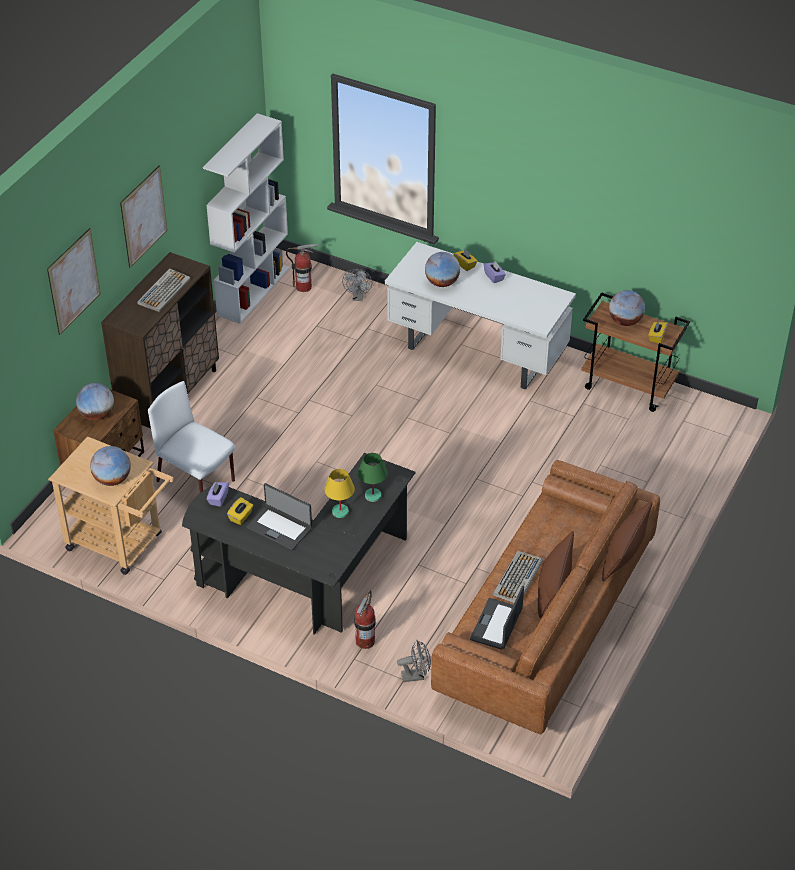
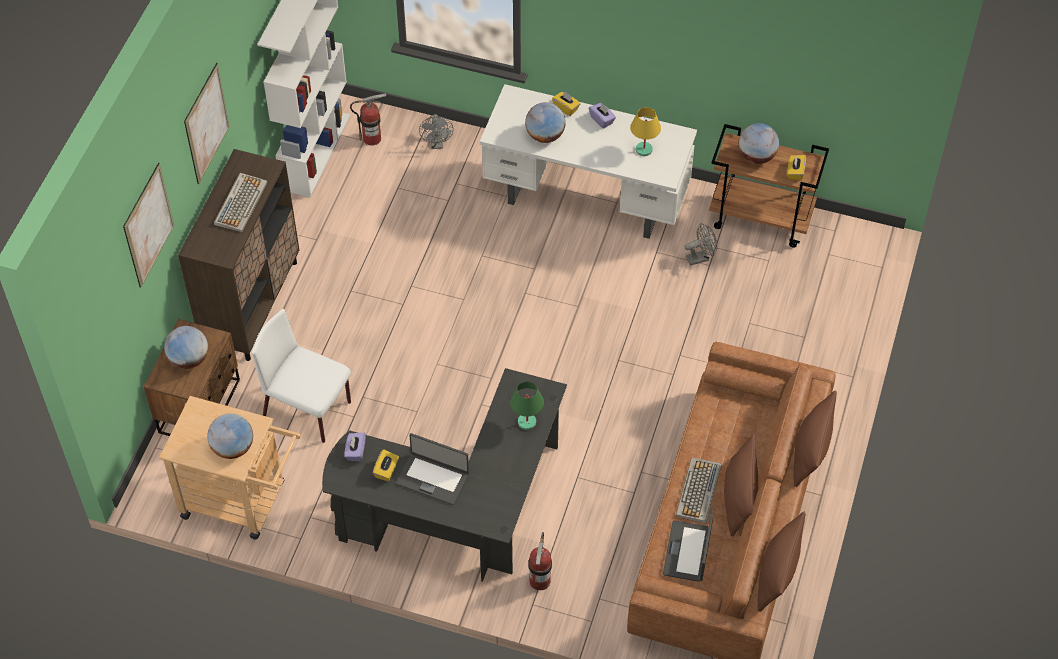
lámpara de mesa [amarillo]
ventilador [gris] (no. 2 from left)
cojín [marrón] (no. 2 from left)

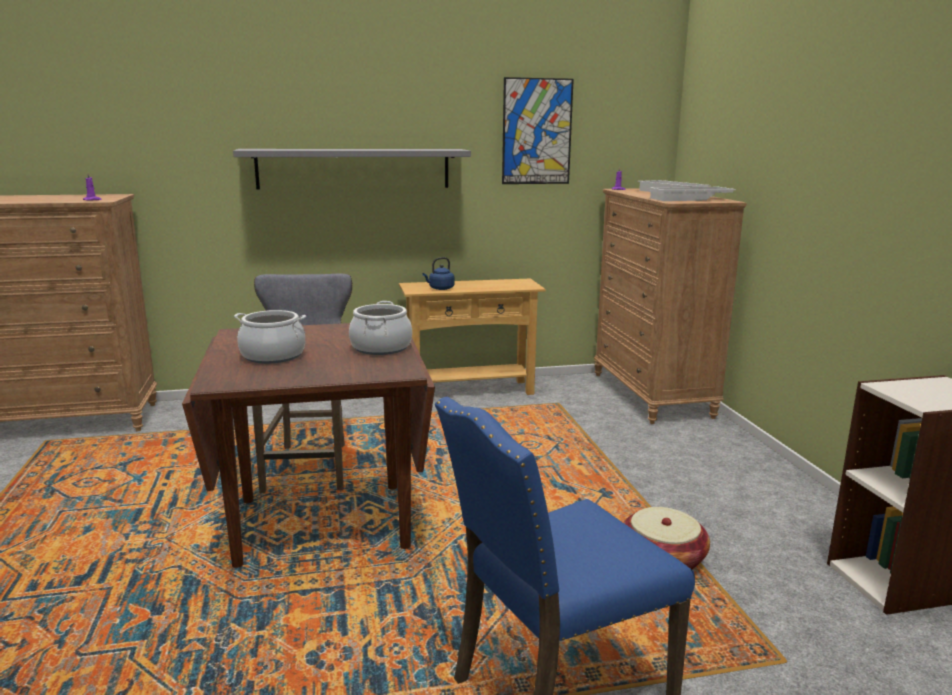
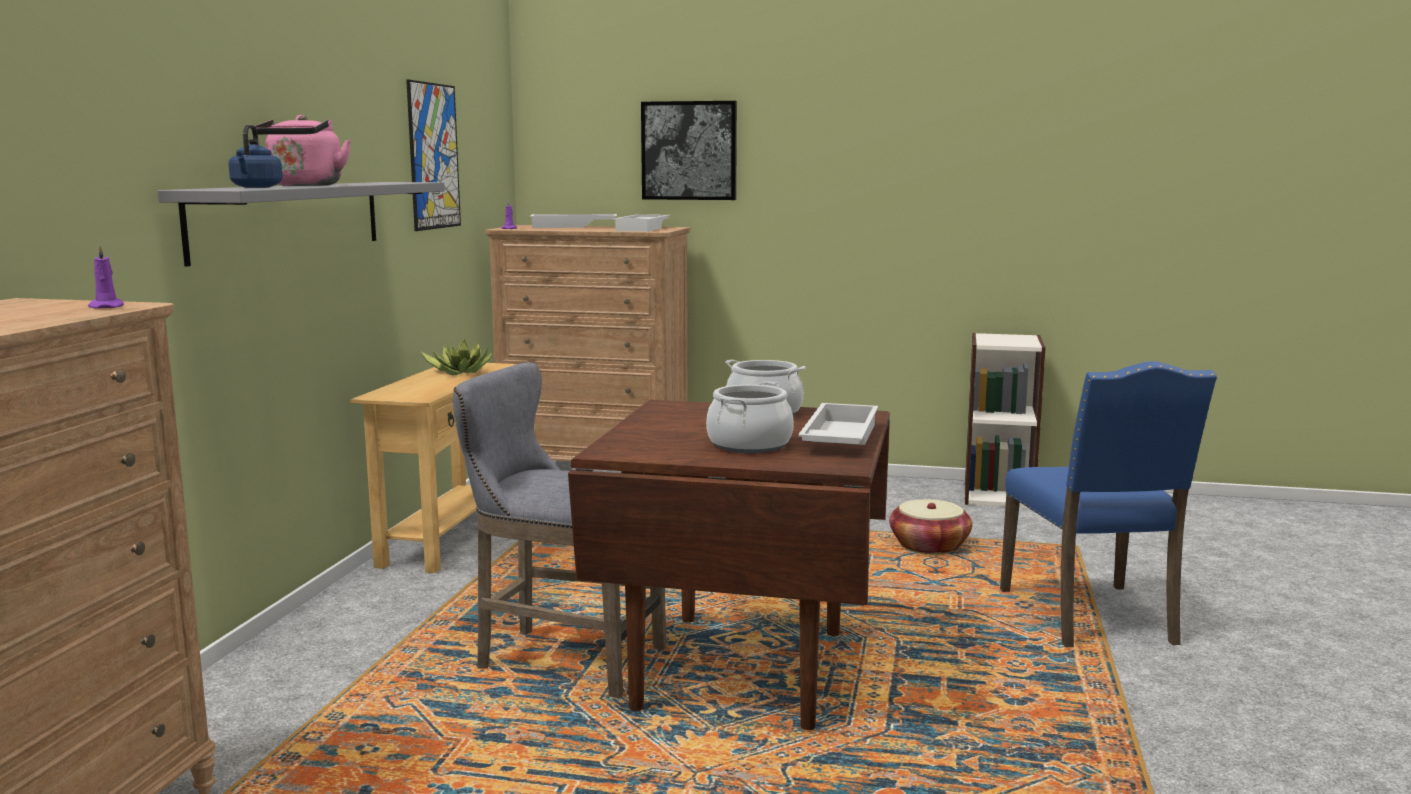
hervidor [azul]
hervidor [rosa]
planta en maceta
cuadro (no. 2 from left)
bandeja [blanco] (no. 3 from left)

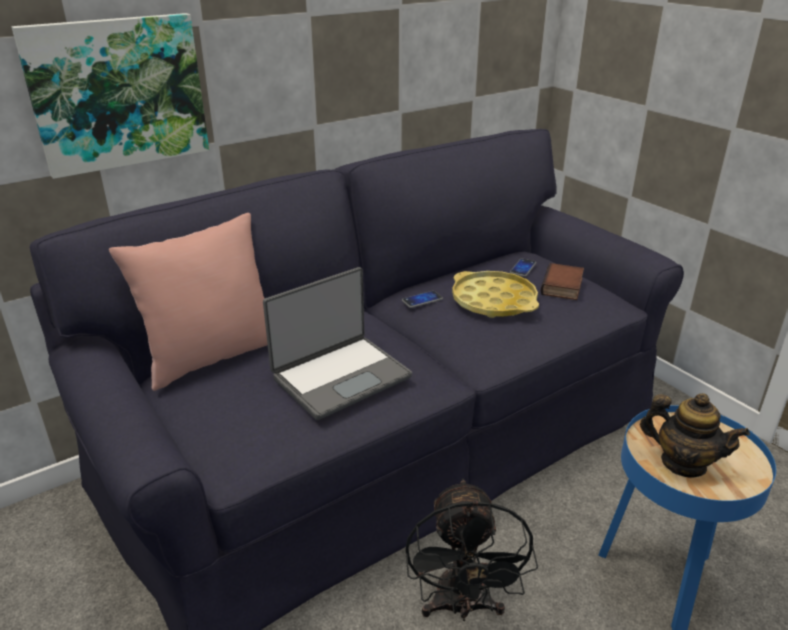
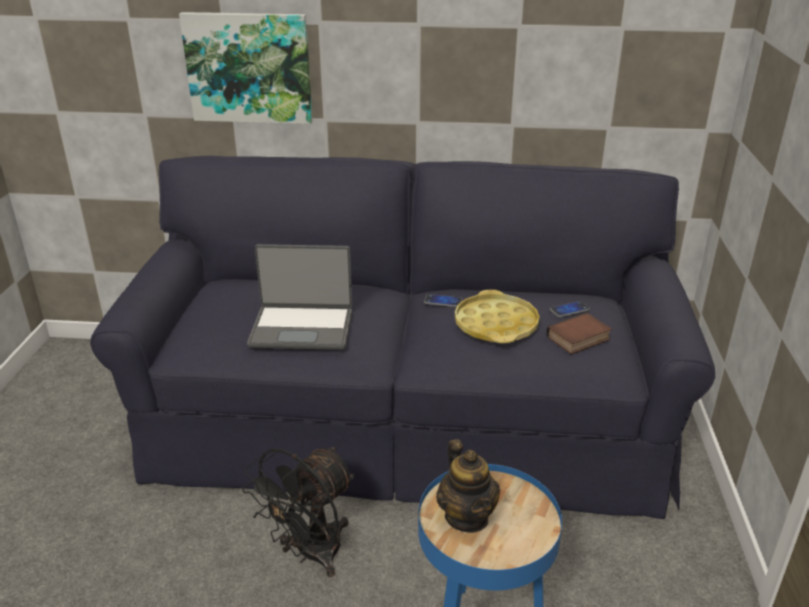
cojín [rosa]

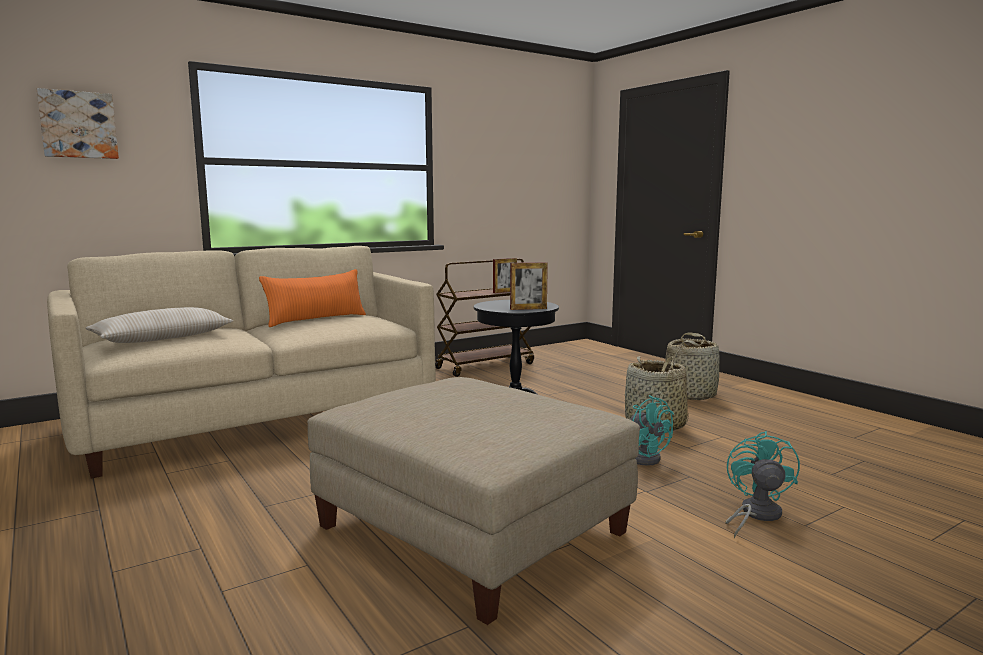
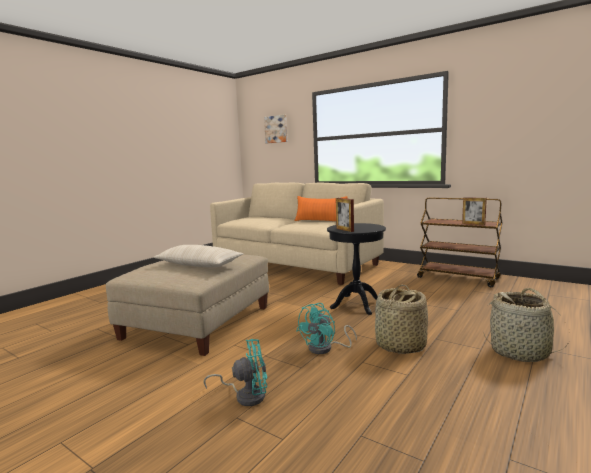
cojín [beis]

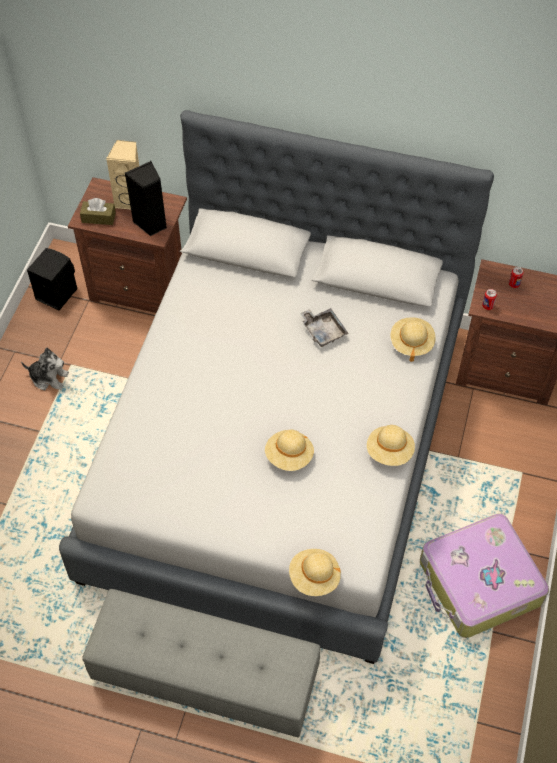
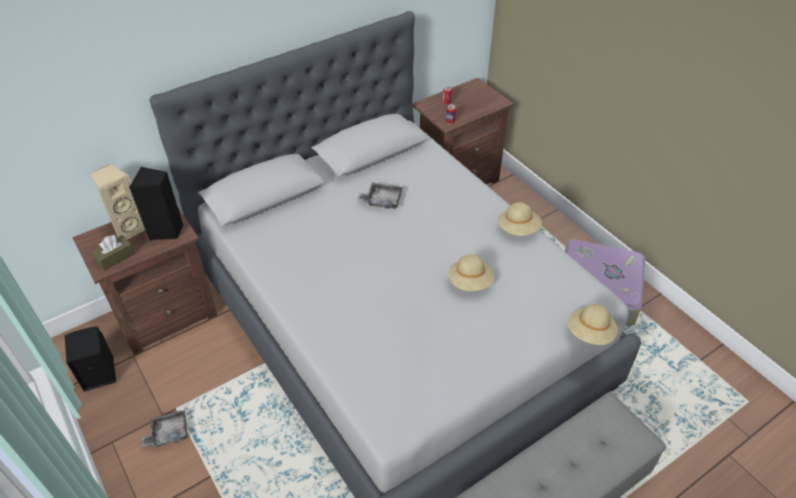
bandeja [gris] (no. 1 from left)
sombrero [beis] (no. 4 from left in the first image)

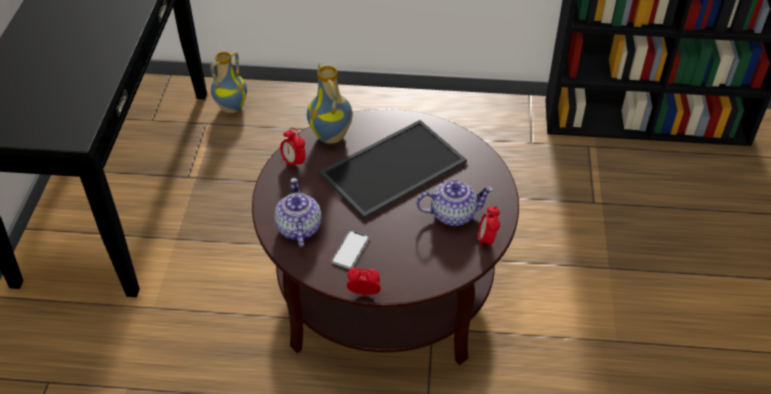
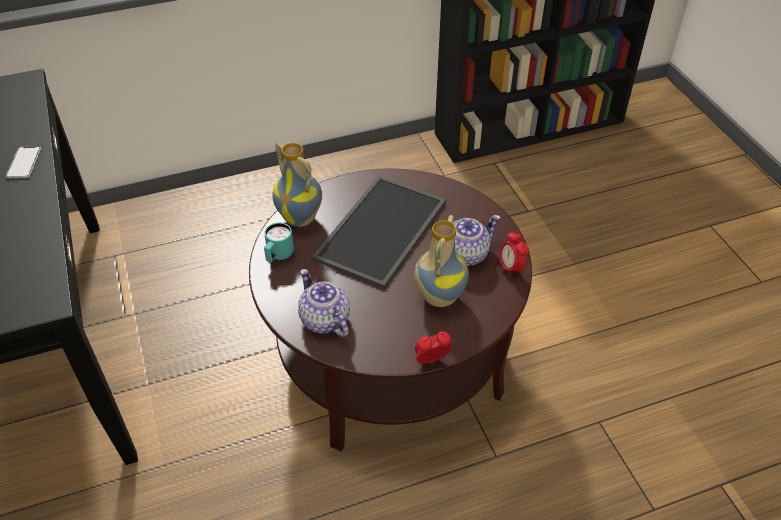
florero (no. 2 from left)
taza grande [turquesa]
móvil

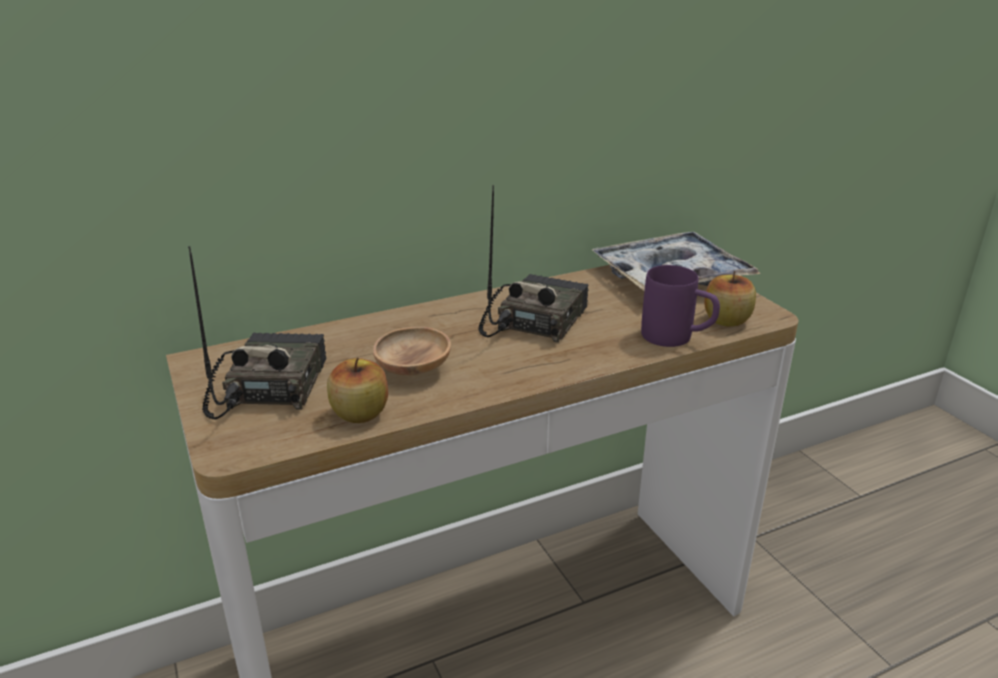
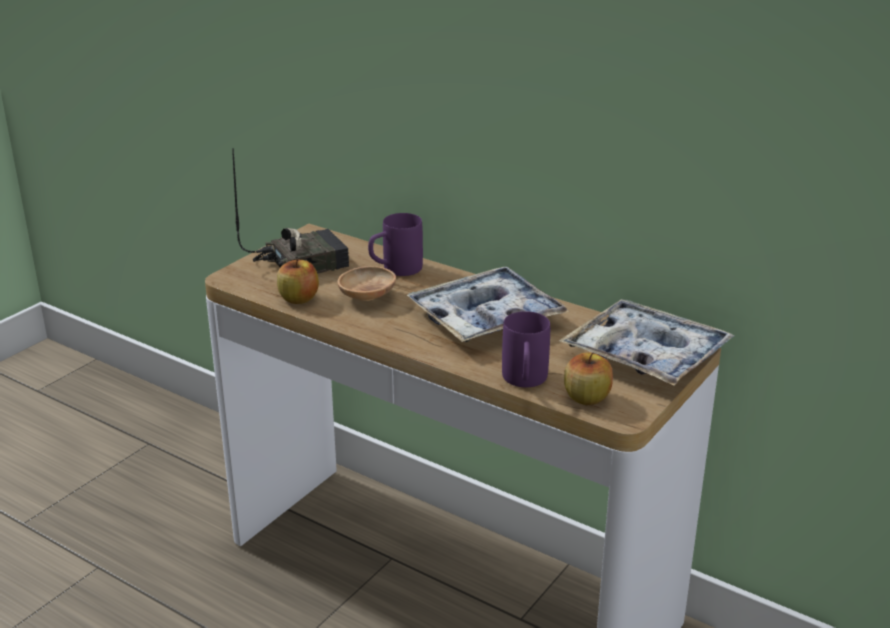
bandeja (no. 1 from left)
taza grande [morado] (no. 1 from left)

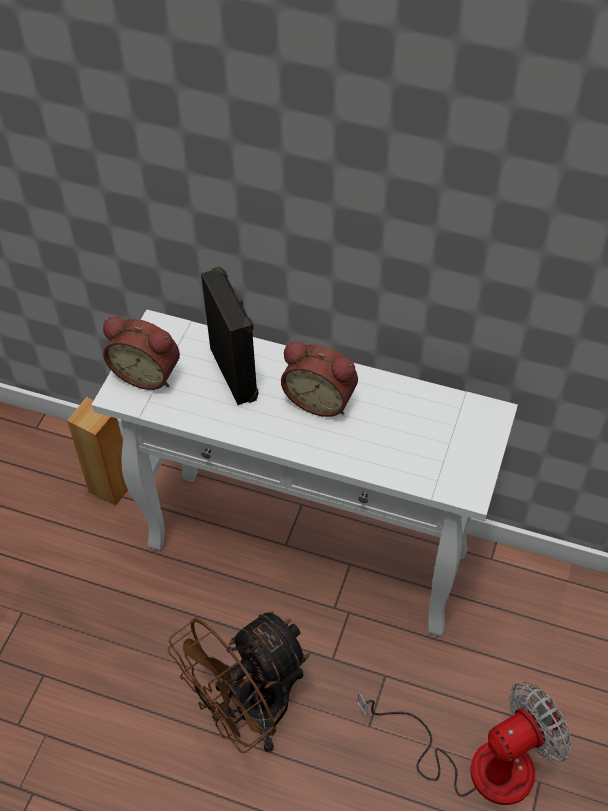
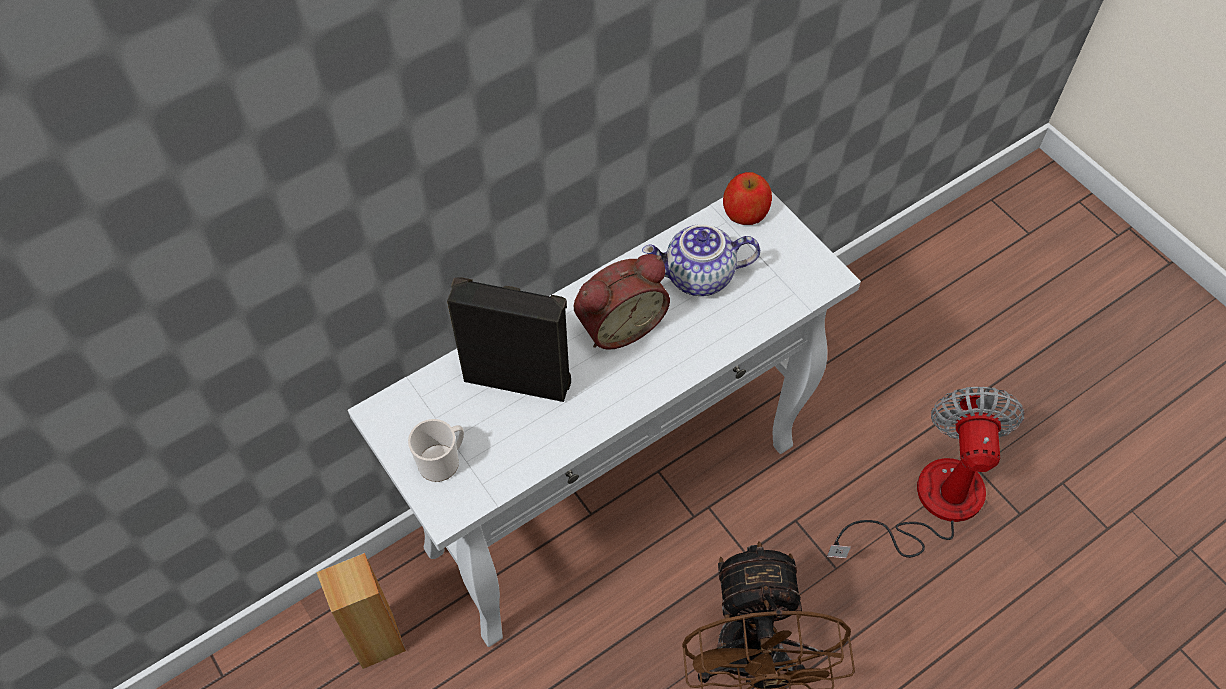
taza grande
tetera
manzana

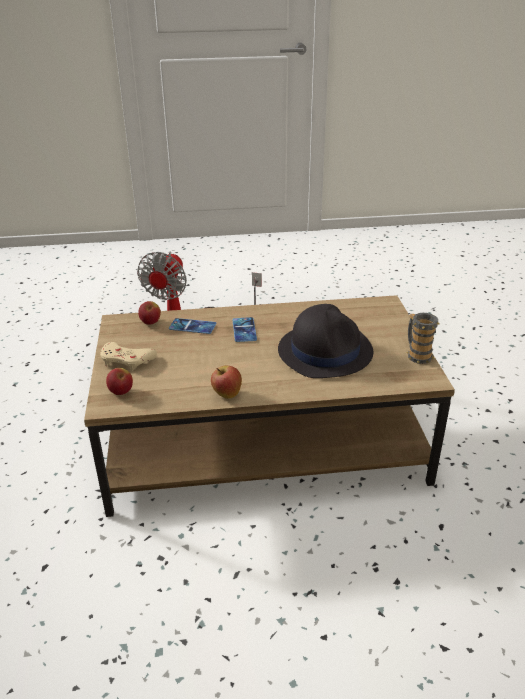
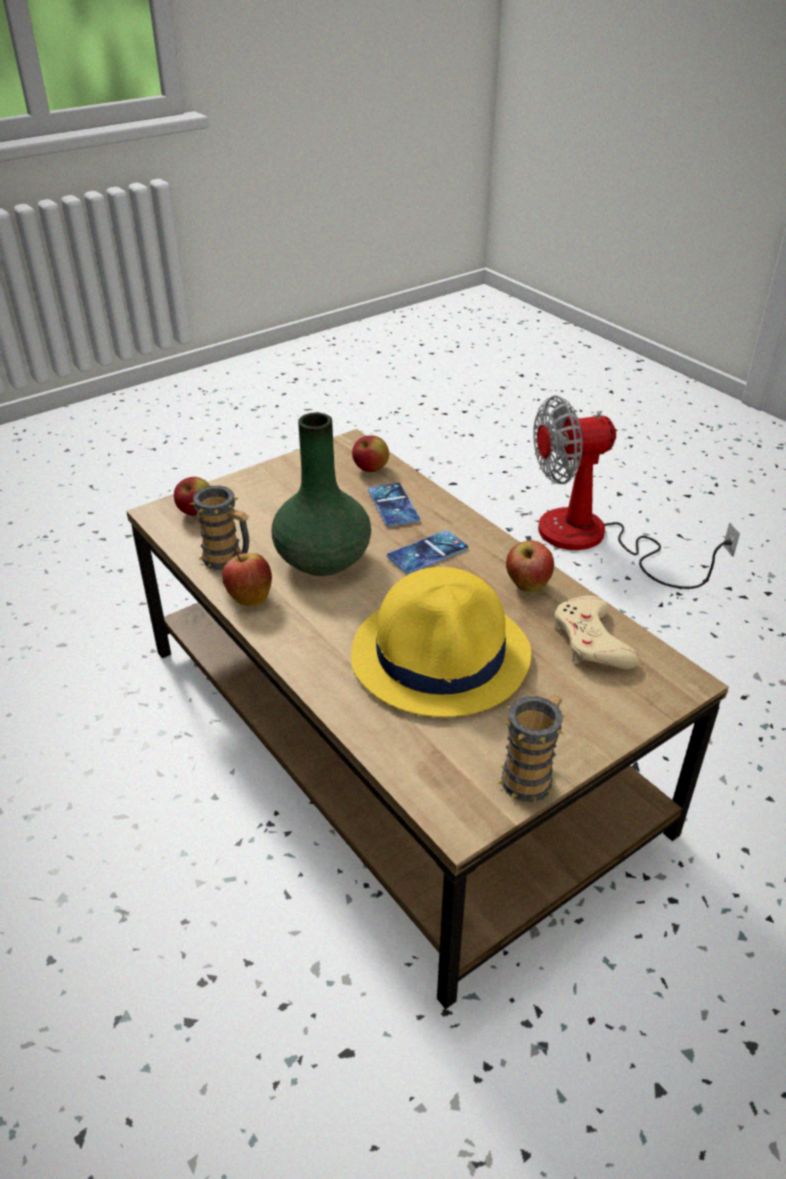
mando de consola [beis]
sombrero [amarillo]
taza grande (no. 1 from left)
florero [verde]
manzana (no. 4 from left)

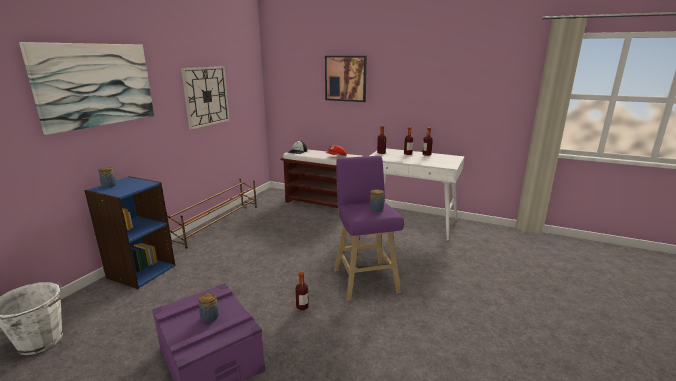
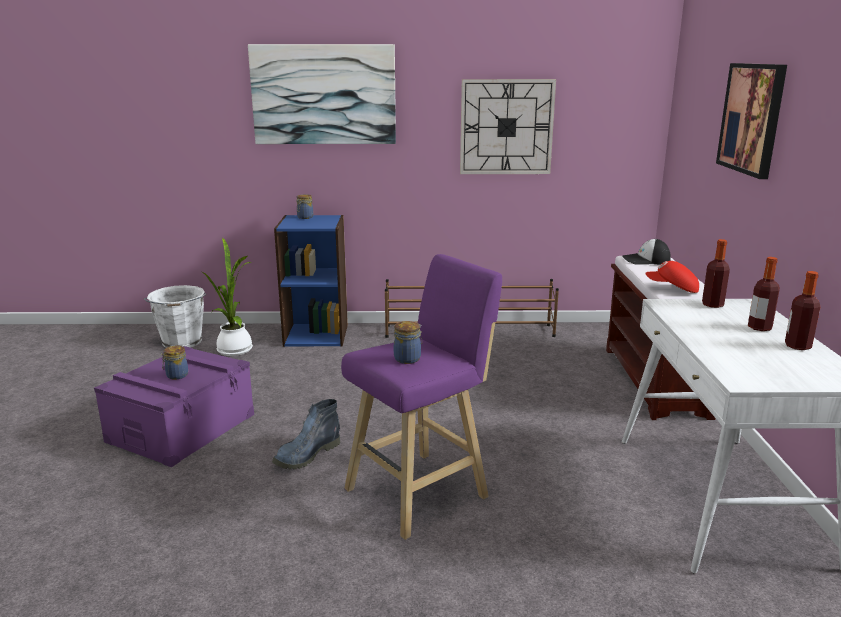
bota
planta en maceta

